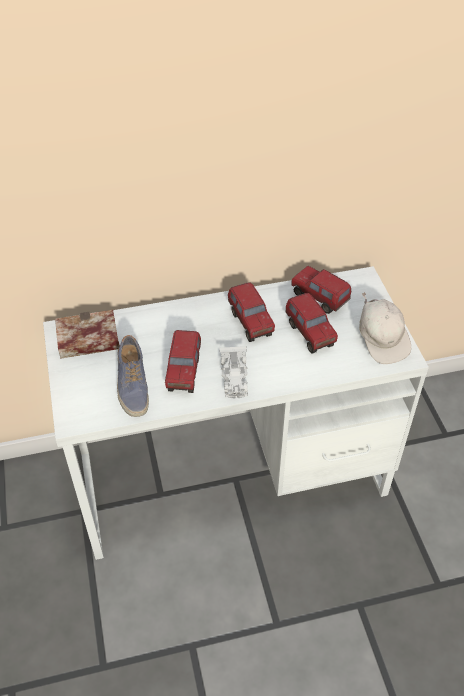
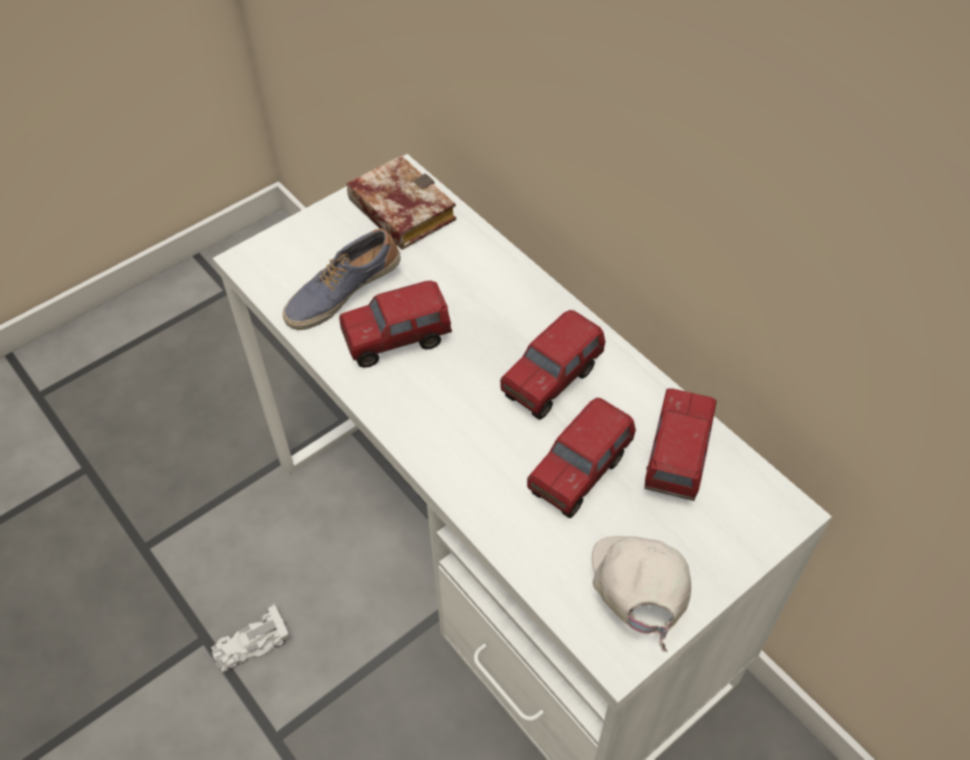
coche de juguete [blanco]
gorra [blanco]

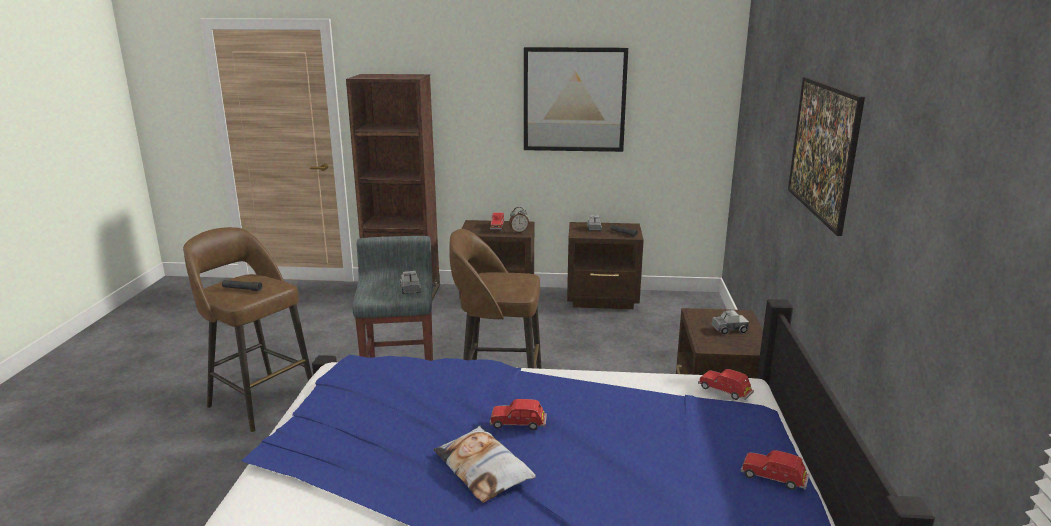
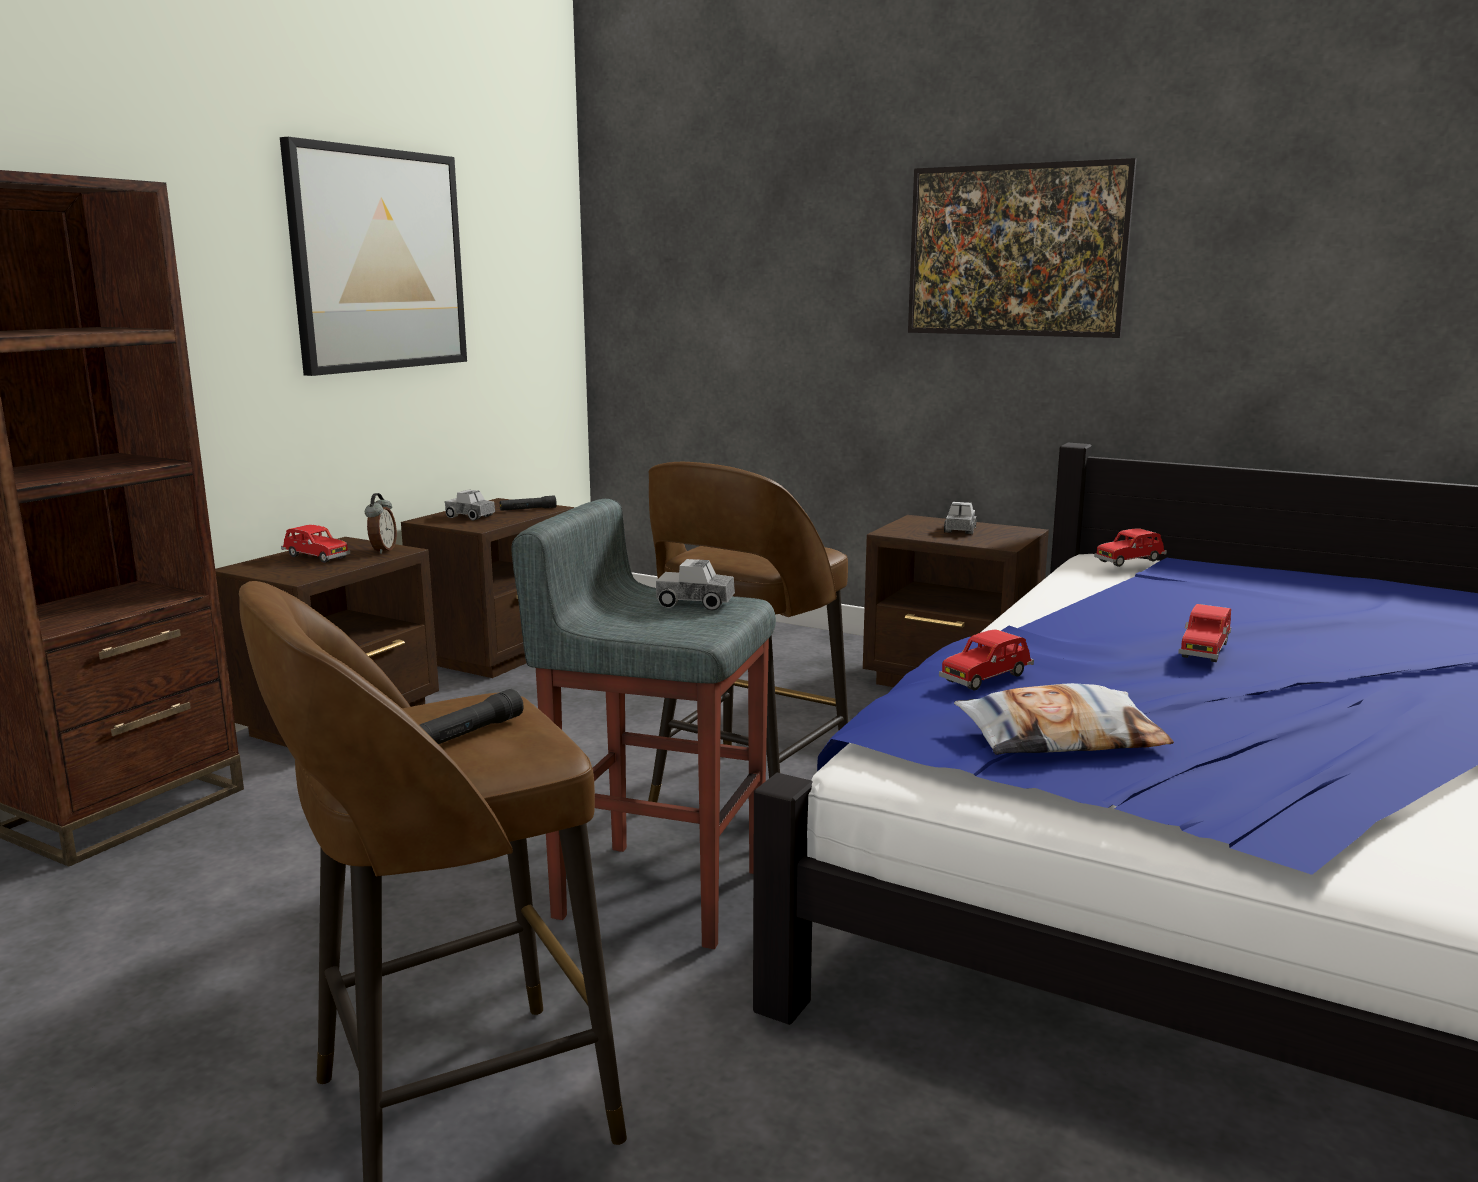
cojín
coche de juguete [rojo] (no. 2 from left)

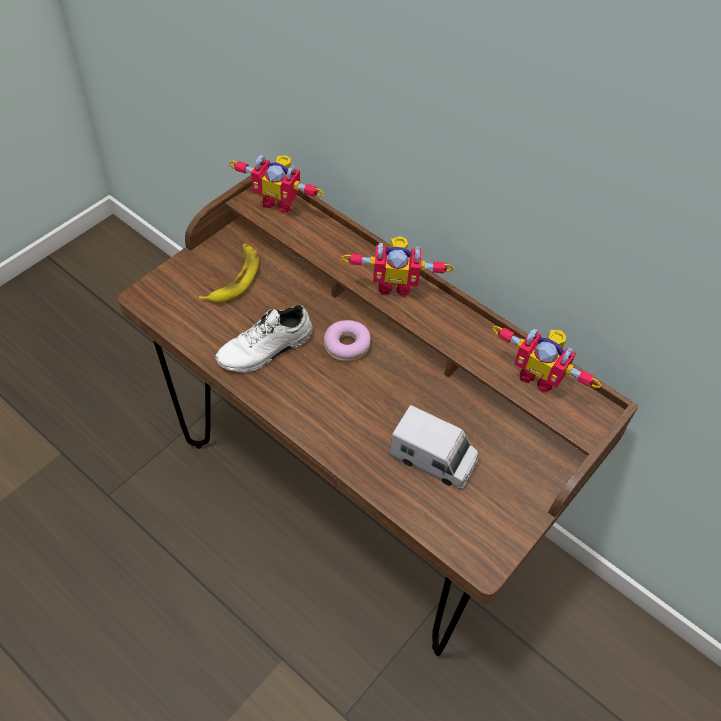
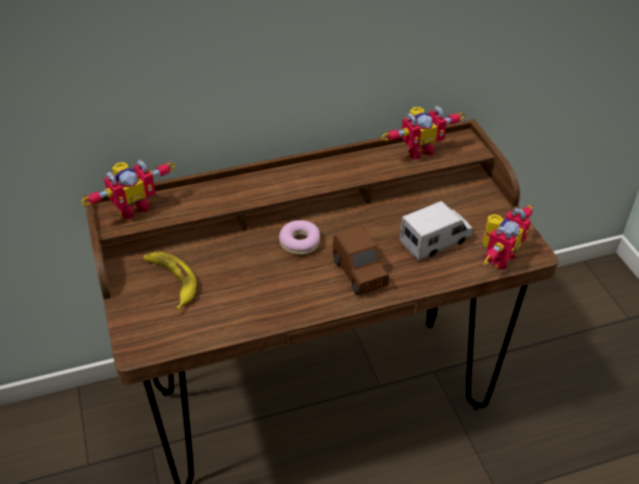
zapato [blanco]
robot de juguete (no. 3 from left)
coche de juguete [marrón]

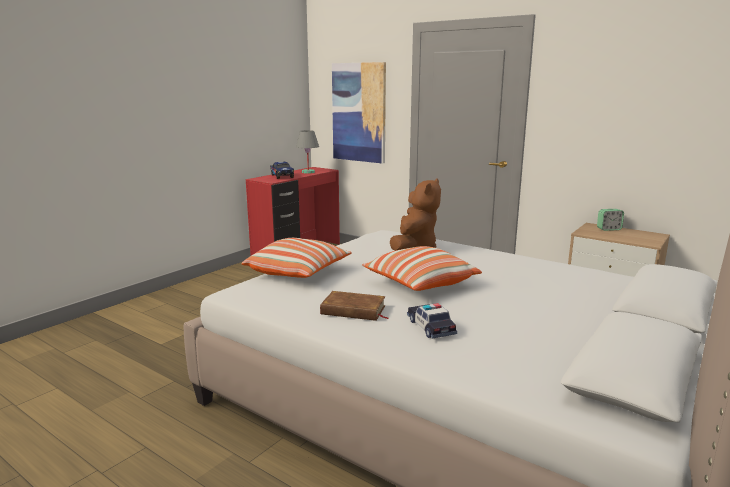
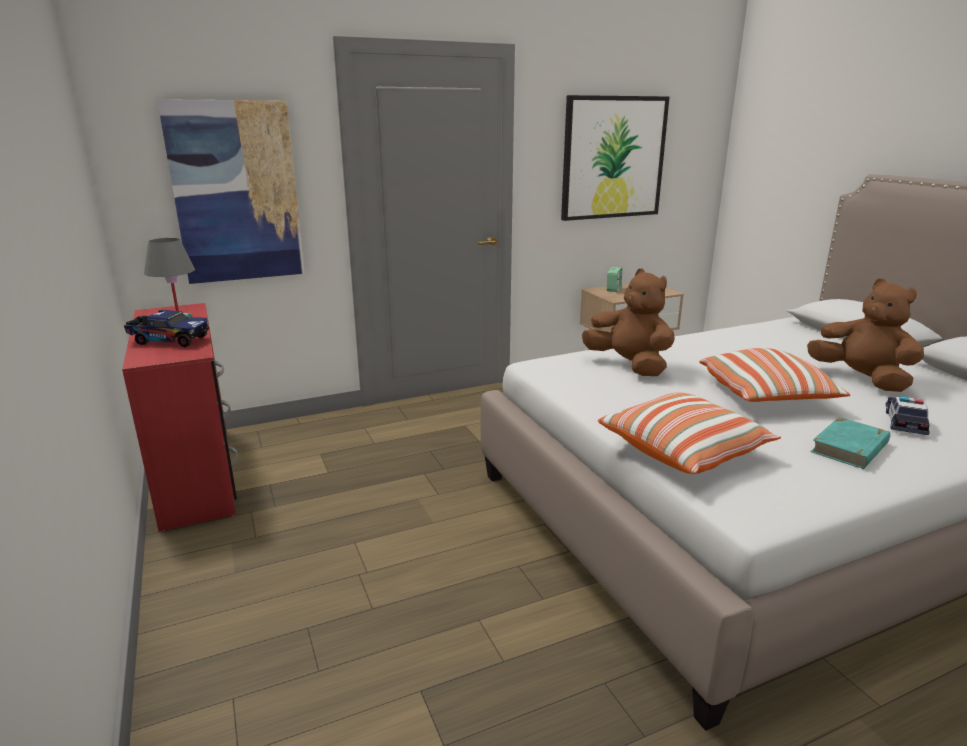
libro [turquesa]
coche de juguete
cuadro (no. 2 from left)
peluche [marrón] (no. 2 from left)

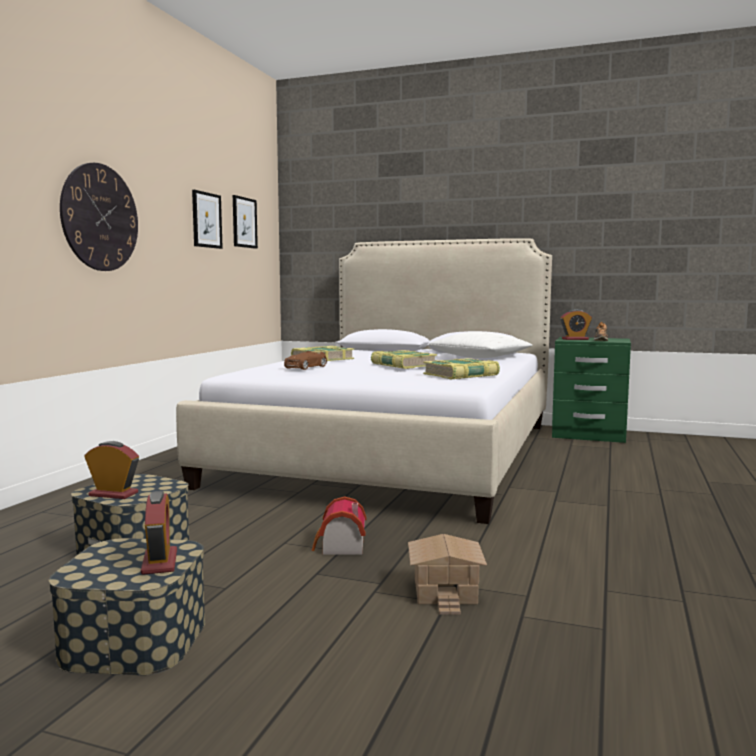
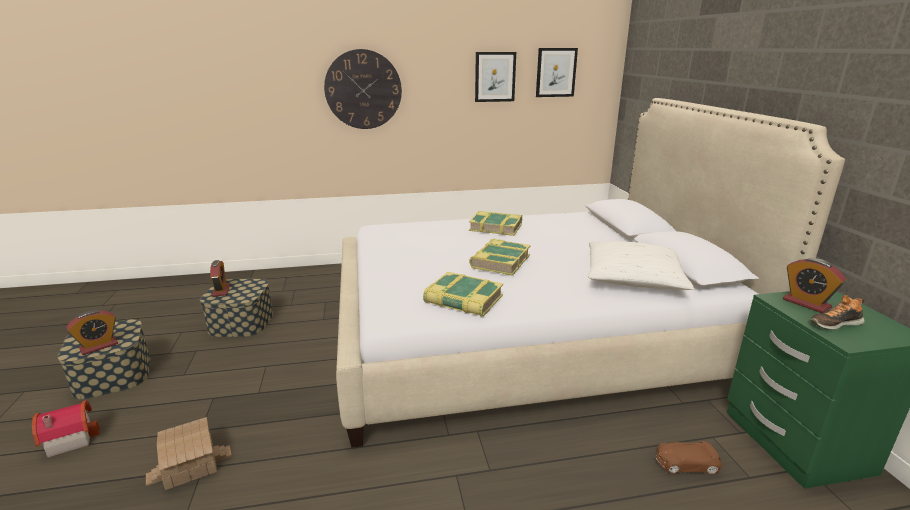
coche de juguete [marrón]
casita (no. 1 from left)

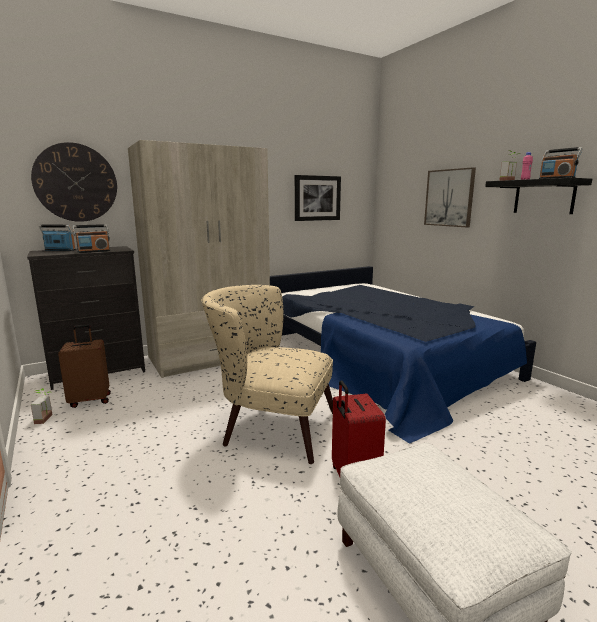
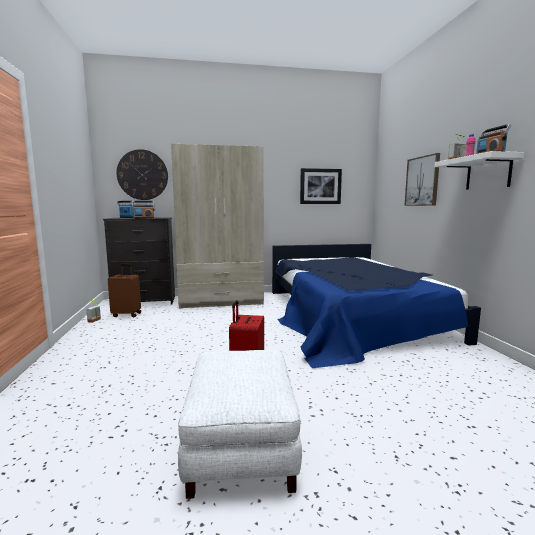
sillón [beis]
estante [blanco]

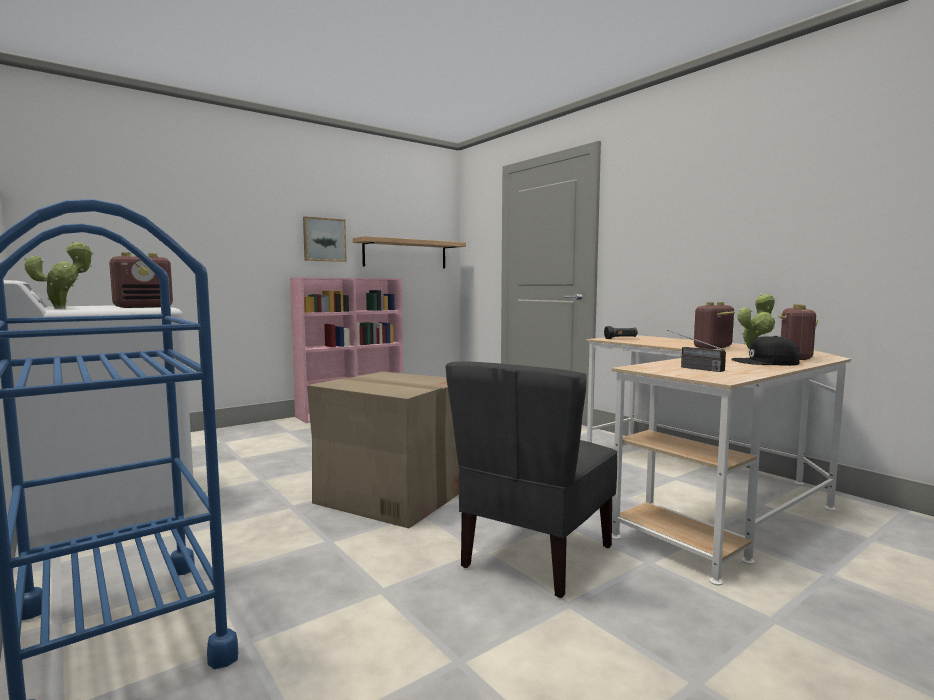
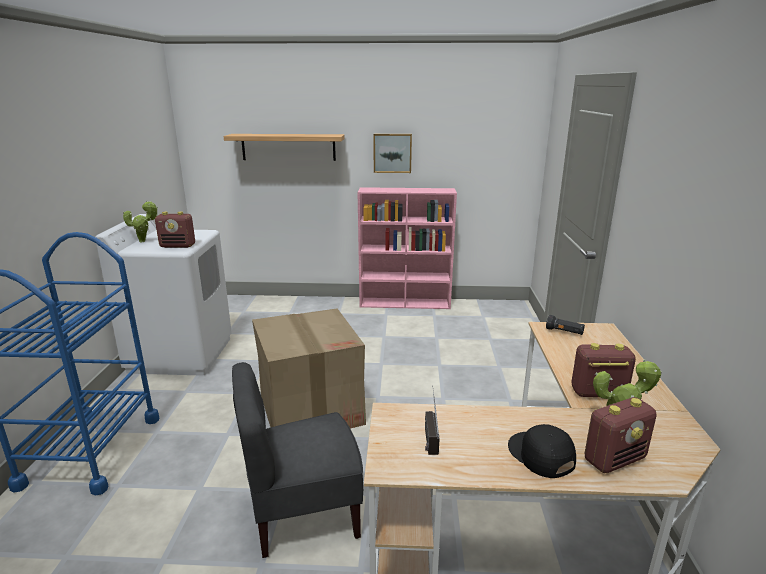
estante

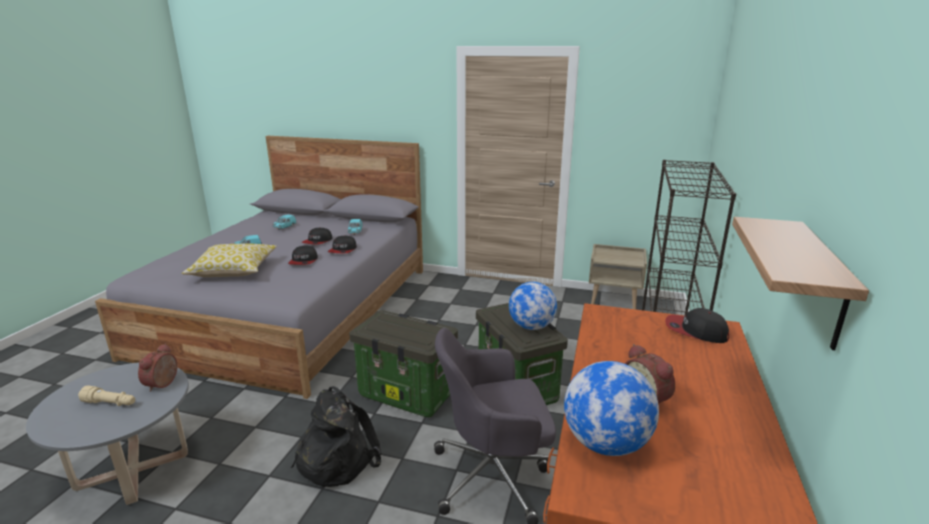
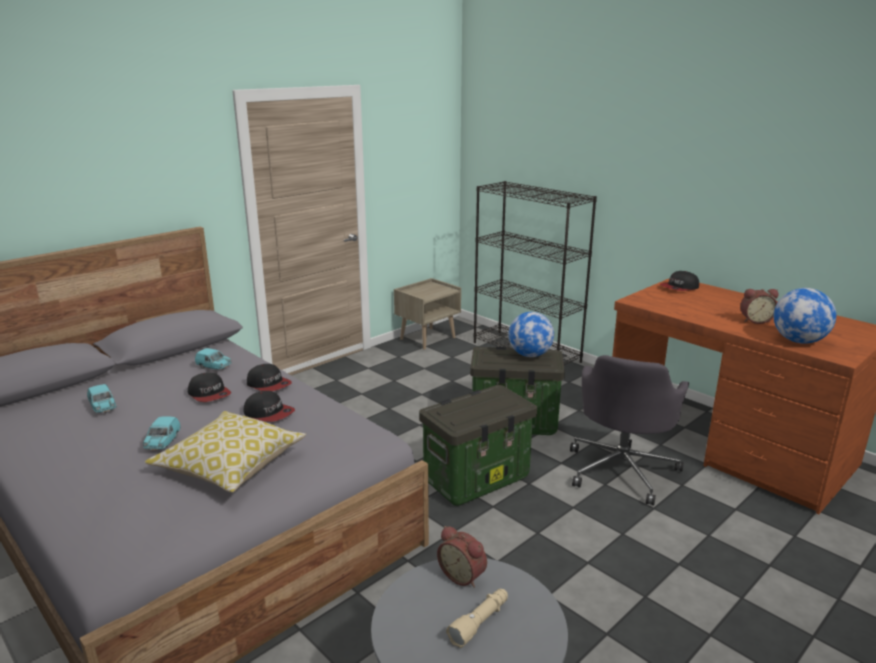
mochila [negro]
estante

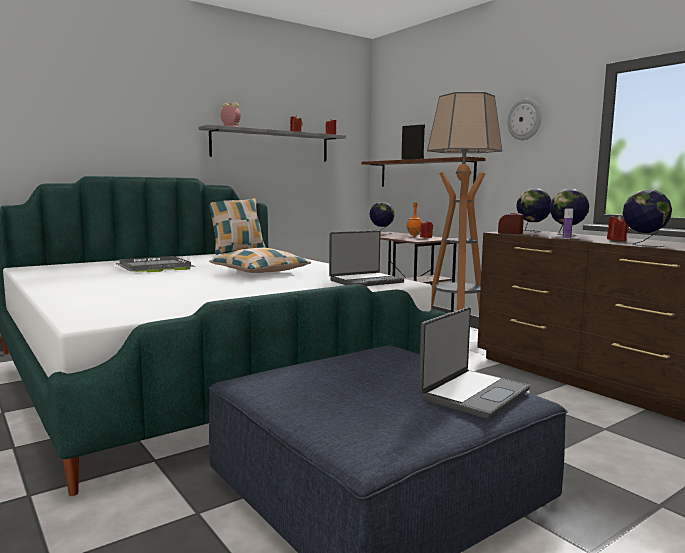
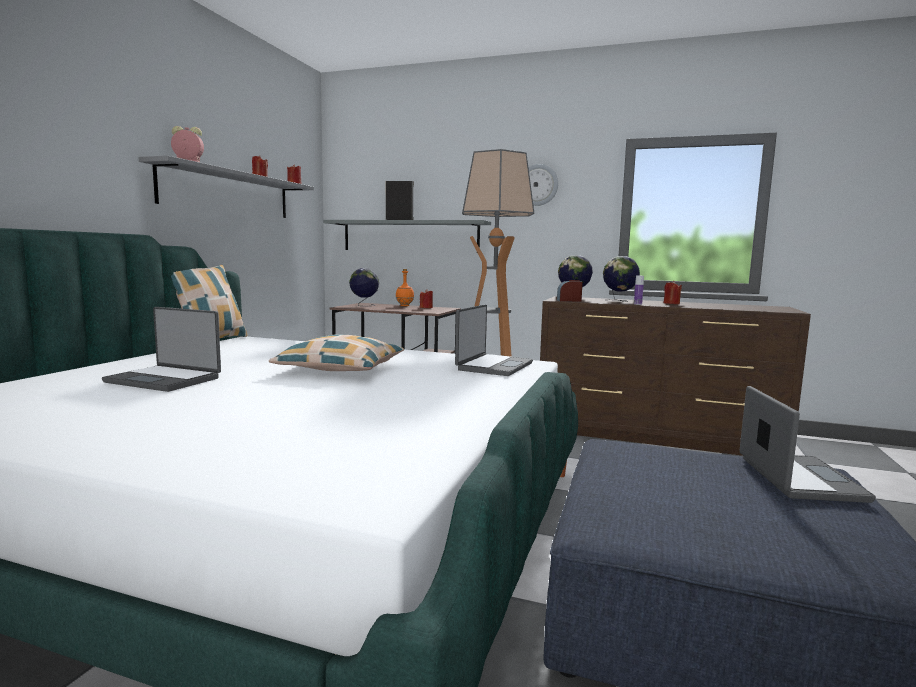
portátil (no. 1 from left)
estante [gris] (no. 2 from left)
globo terráqueo (no. 4 from left in the first image)

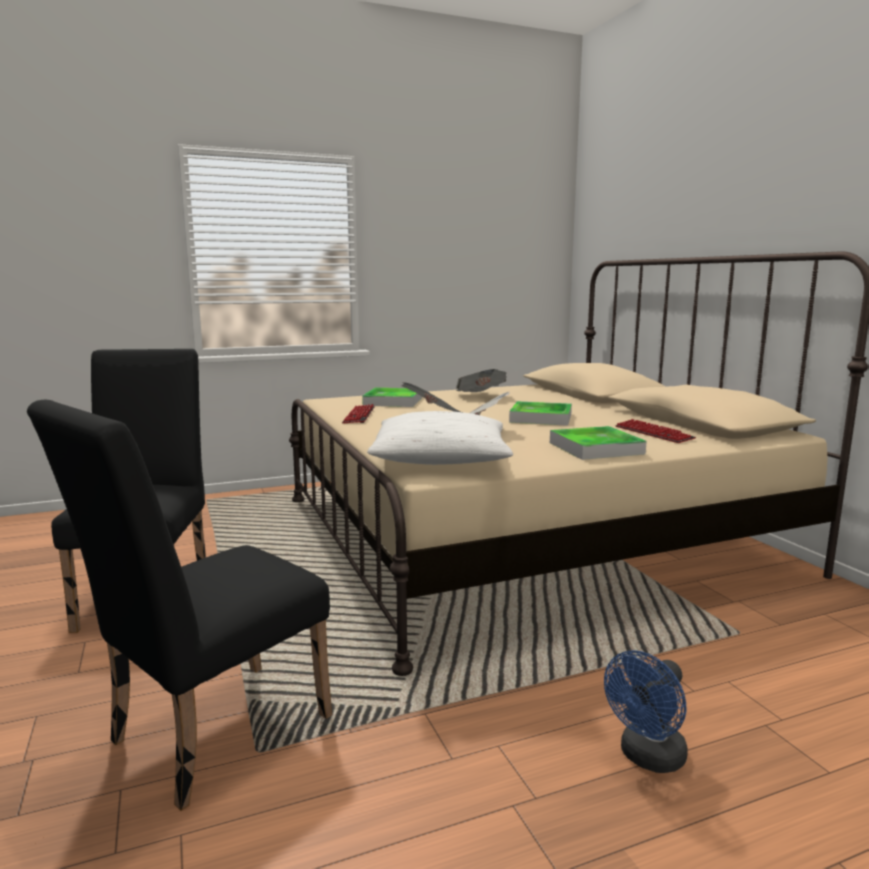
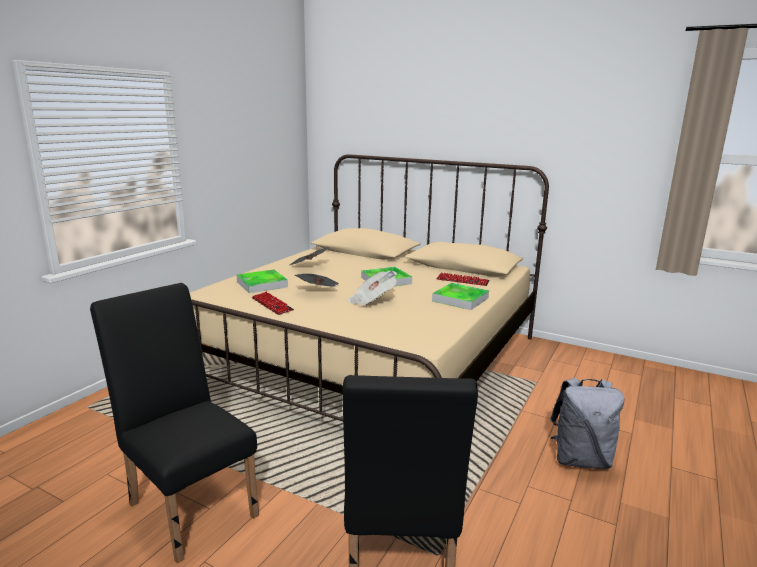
cojín [blanco]
mochila [gris]

